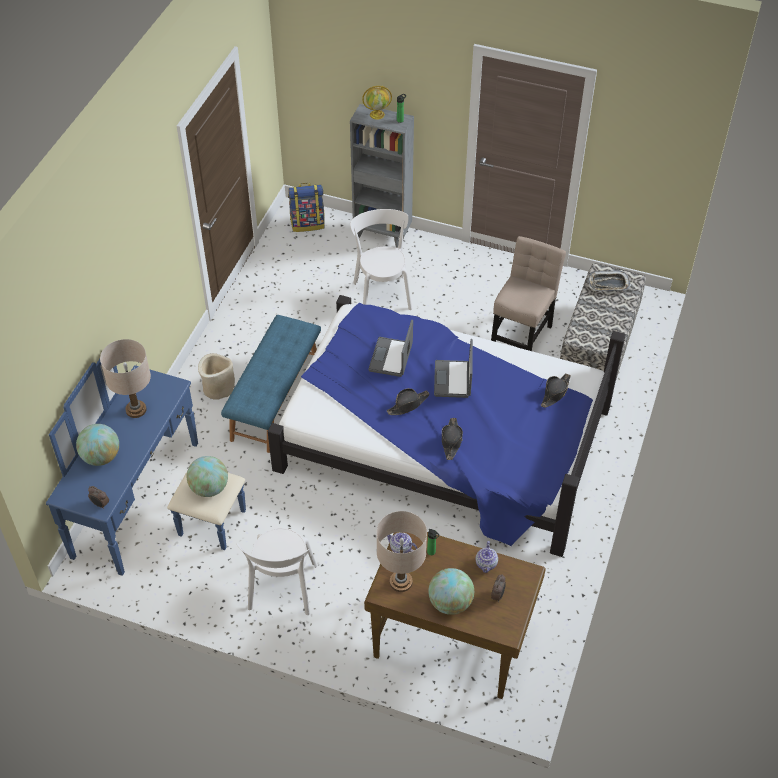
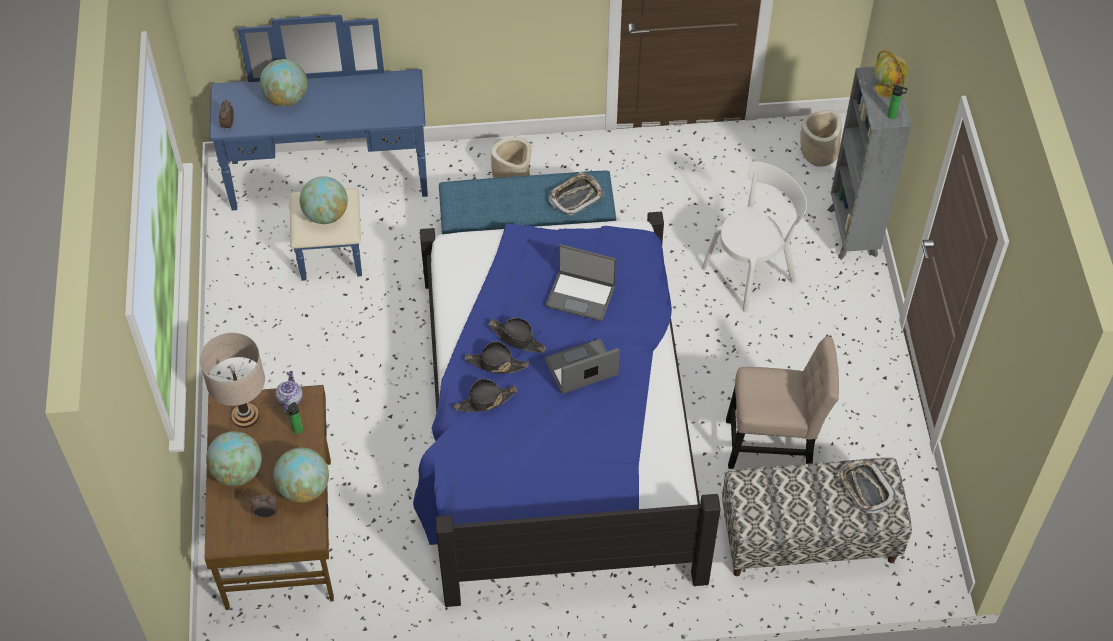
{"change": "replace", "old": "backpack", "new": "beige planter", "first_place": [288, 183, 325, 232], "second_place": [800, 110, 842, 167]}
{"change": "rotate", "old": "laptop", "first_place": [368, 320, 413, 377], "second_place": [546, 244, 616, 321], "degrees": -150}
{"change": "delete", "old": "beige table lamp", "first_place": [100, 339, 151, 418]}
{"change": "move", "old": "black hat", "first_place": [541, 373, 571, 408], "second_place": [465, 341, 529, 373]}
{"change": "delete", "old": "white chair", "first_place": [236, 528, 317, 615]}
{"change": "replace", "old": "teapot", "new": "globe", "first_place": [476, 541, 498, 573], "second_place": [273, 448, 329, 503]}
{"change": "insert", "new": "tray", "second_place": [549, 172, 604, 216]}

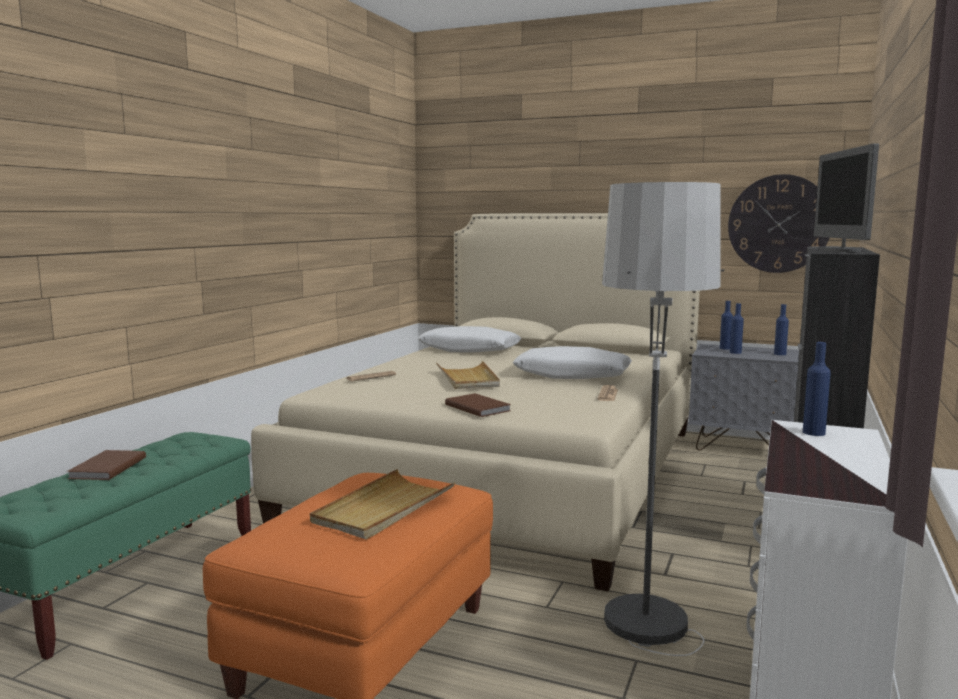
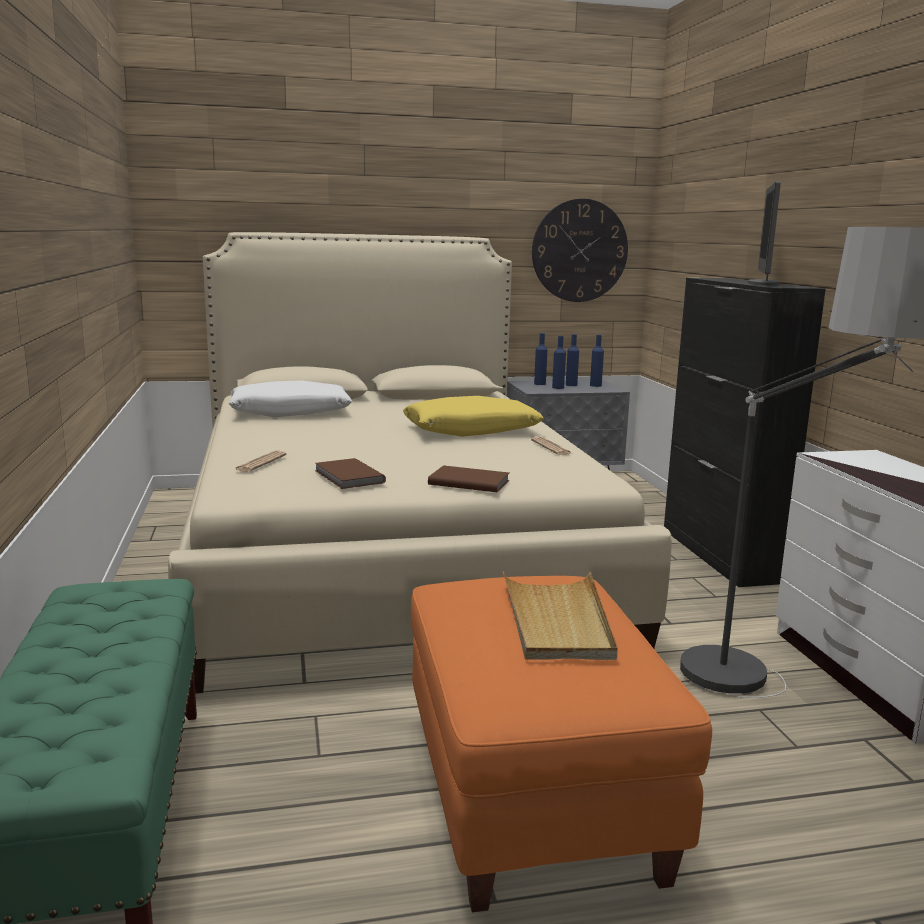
{"change": "rotate", "old": "monitor", "first_place": [814, 143, 879, 252], "second_place": [748, 181, 781, 285], "degrees": 45}
{"change": "move", "old": "blue bottle", "first_place": [803, 342, 831, 436], "second_place": [566, 334, 579, 386]}
{"change": "recolor", "old": "white pillow", "new": "yellow pillow", "first_place": [513, 346, 632, 379], "second_place": [403, 396, 544, 437]}
{"change": "delete", "old": "beige tray", "first_place": [436, 361, 500, 389]}
{"change": "move", "old": "brown book", "first_place": [67, 450, 146, 480], "second_place": [315, 458, 386, 489]}

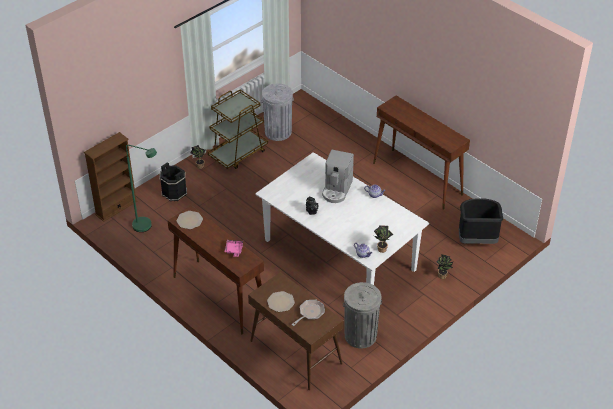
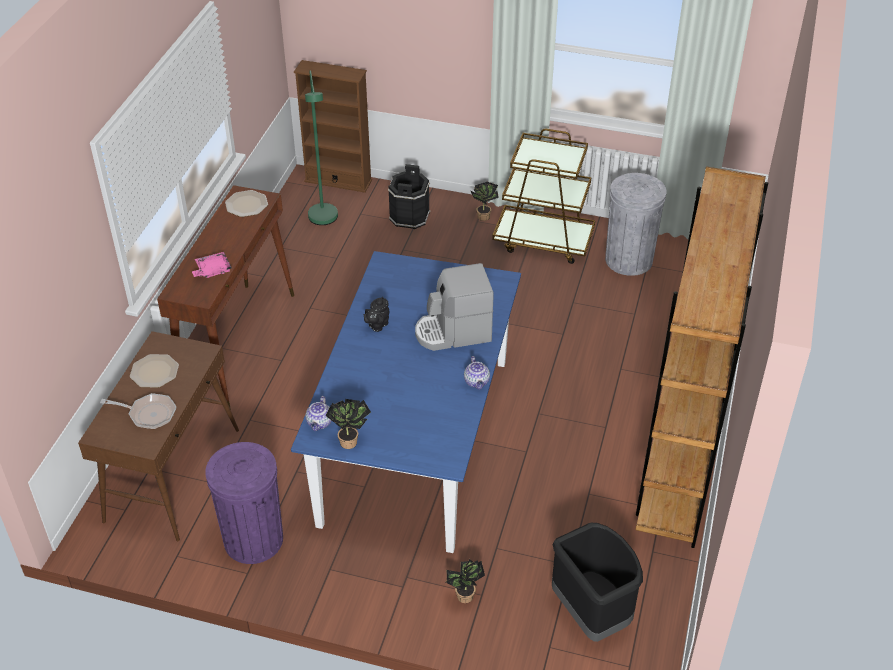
{"change": "replace", "old": "brown console table", "new": "brown bookcase", "first_place": [373, 96, 470, 210], "second_place": [635, 167, 768, 548]}
{"change": "recolor", "old": "white dining table", "new": "blue dining table", "first_place": [256, 152, 429, 285], "second_place": [291, 251, 521, 553]}
{"change": "recolor", "old": "grey trash can", "new": "purple trash can", "first_place": [343, 282, 382, 348], "second_place": [205, 442, 283, 564]}

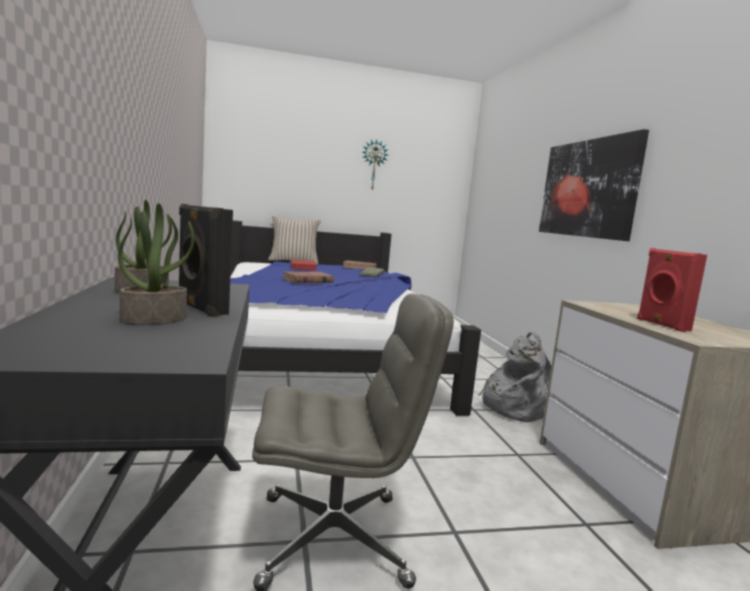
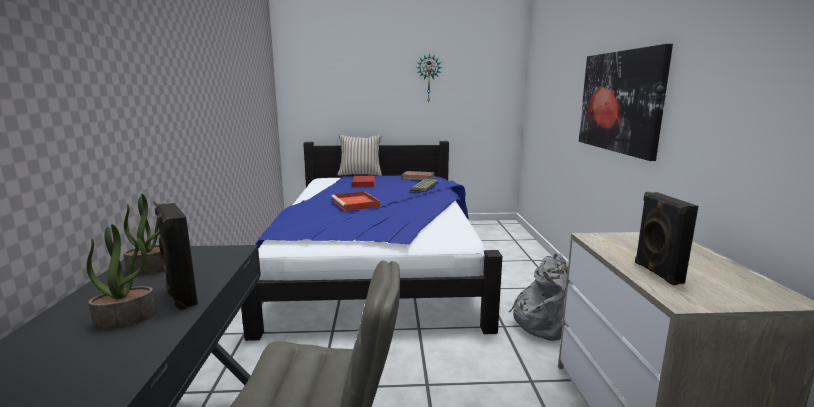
{"change": "recolor", "old": "red speaker", "new": "black speaker", "first_place": [637, 248, 707, 332], "second_place": [635, 192, 698, 285]}
{"change": "replace", "old": "brown book", "new": "red tray", "first_place": [282, 272, 334, 283], "second_place": [331, 191, 380, 211]}

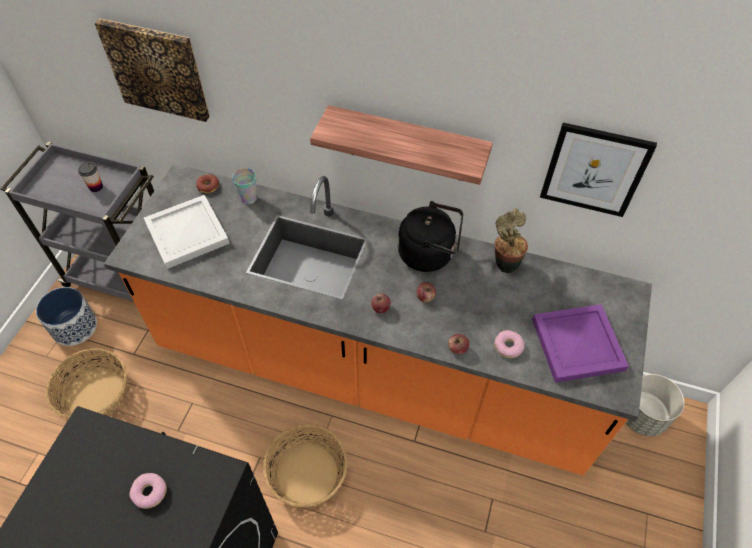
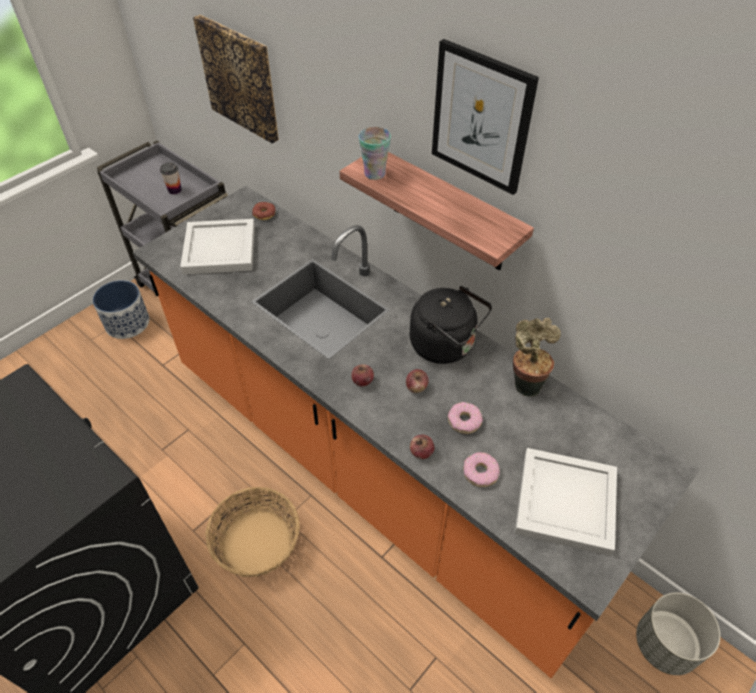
{"change": "move", "old": "picture", "first_place": [540, 123, 657, 217], "second_place": [432, 39, 539, 195]}
{"change": "move", "old": "cup", "first_place": [232, 168, 257, 204], "second_place": [359, 127, 391, 180]}
{"change": "recolor", "old": "purple tray", "new": "white tray", "first_place": [532, 304, 629, 383], "second_place": [514, 448, 617, 556]}
{"change": "delete", "old": "basket", "first_place": [46, 348, 128, 419]}
{"change": "move", "old": "donut", "first_place": [129, 473, 167, 509], "second_place": [448, 402, 483, 434]}

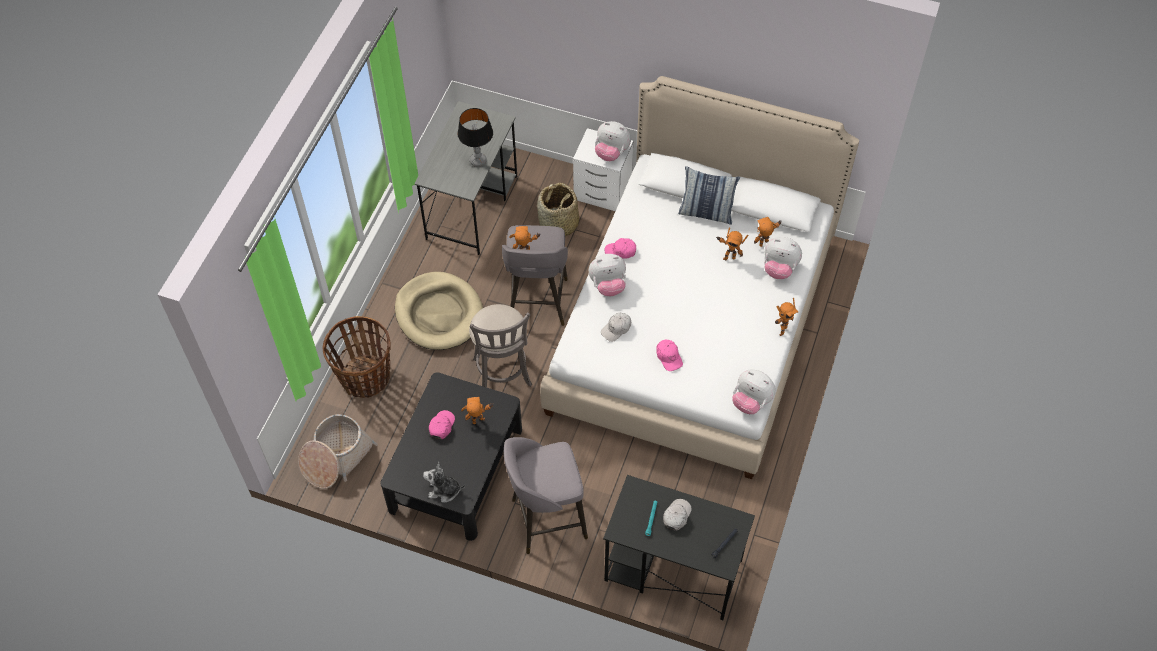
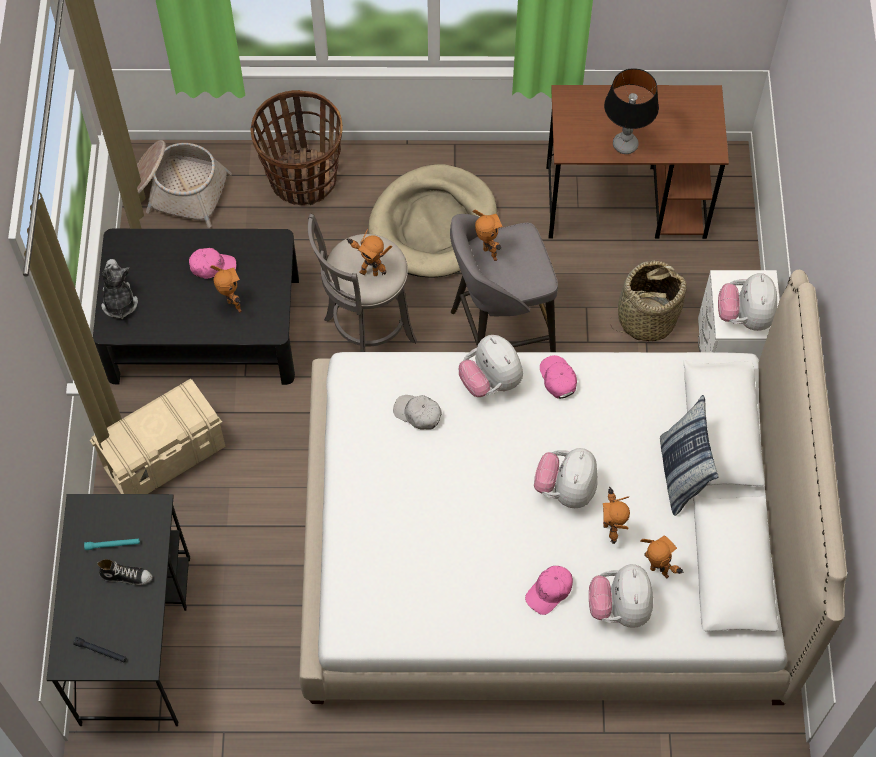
{"change": "recolor", "old": "grey desk", "new": "brown desk", "first_place": [414, 101, 517, 255], "second_place": [546, 85, 729, 239]}
{"change": "move", "old": "toy robot", "first_place": [775, 298, 798, 336], "second_place": [346, 229, 392, 276]}
{"change": "move", "old": "pink cap", "first_place": [656, 340, 683, 371], "second_place": [525, 566, 573, 615]}
{"change": "move", "old": "plush toy", "first_place": [732, 370, 776, 414], "second_place": [534, 448, 598, 508]}
{"change": "replace", "old": "grey stool", "new": "beige storage box", "first_place": [504, 437, 588, 554], "second_place": [90, 379, 226, 494]}
{"change": "replace", "old": "white cap", "new": "shoe", "first_place": [663, 499, 691, 531], "second_place": [97, 559, 153, 585]}

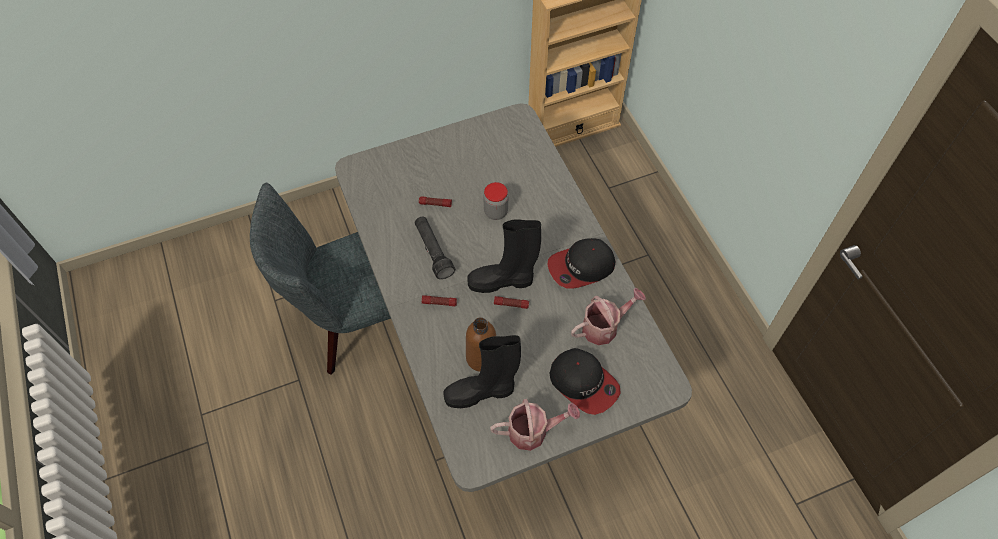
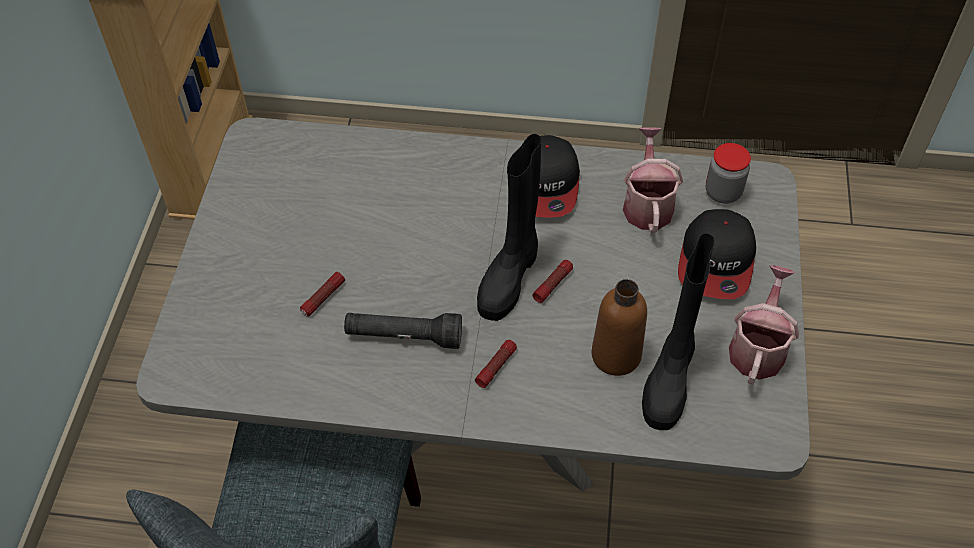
{"change": "move", "old": "jar", "first_place": [483, 182, 508, 220], "second_place": [706, 143, 751, 204]}
{"change": "rotate", "old": "cap", "first_place": [549, 348, 621, 415], "second_place": [678, 209, 756, 299], "degrees": 120}

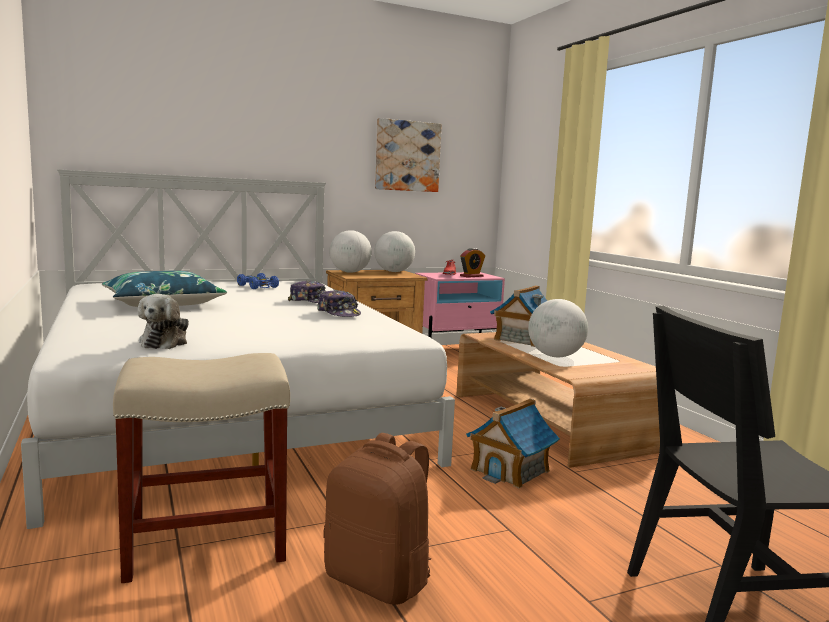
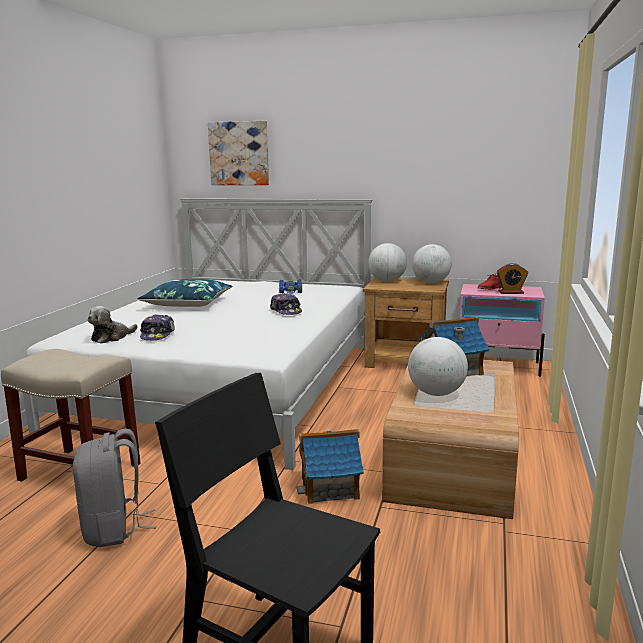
{"change": "move", "old": "picture", "first_place": [375, 118, 442, 192], "second_place": [208, 121, 269, 185]}
{"change": "move", "old": "cap", "first_place": [317, 290, 361, 317], "second_place": [140, 315, 175, 341]}
{"change": "recolor", "old": "brown backpack", "new": "grey backpack", "first_place": [323, 433, 431, 605], "second_place": [73, 429, 156, 547]}

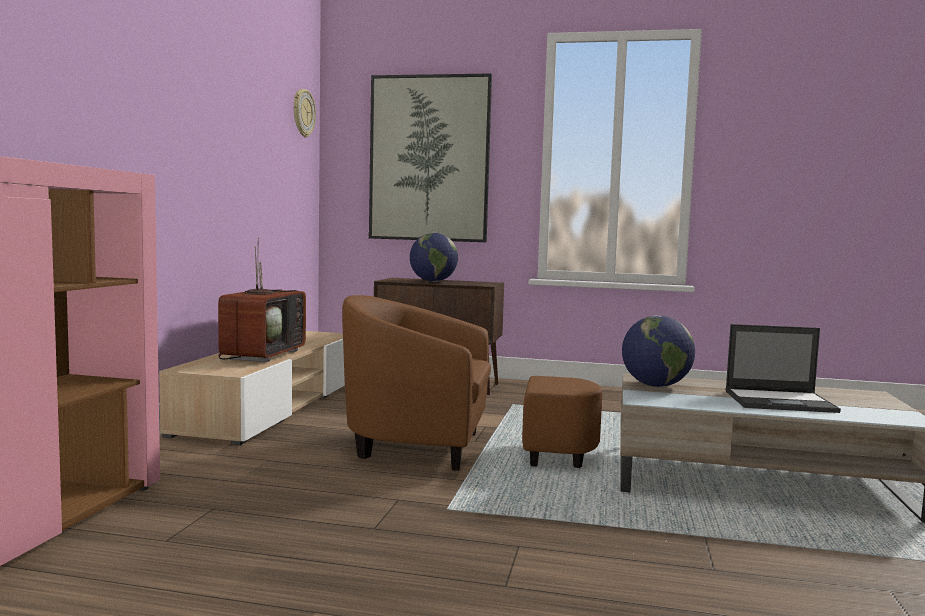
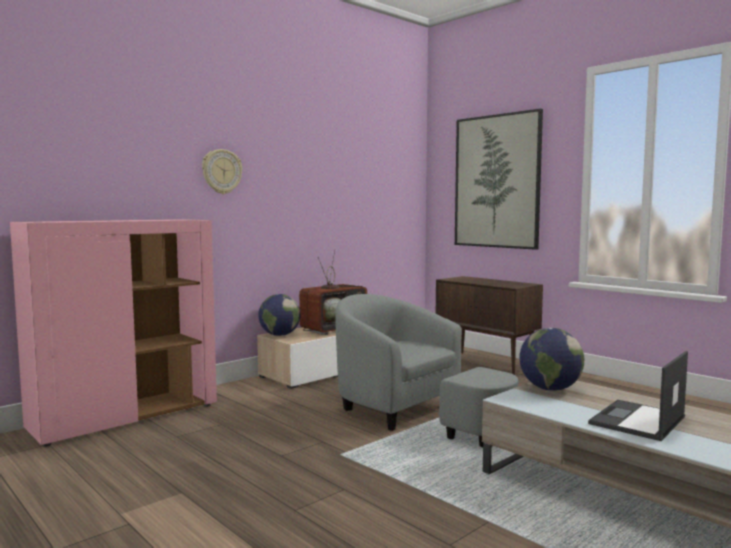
{"change": "move", "old": "wall clock", "first_place": [294, 89, 316, 137], "second_place": [202, 149, 242, 194]}
{"change": "move", "old": "globe", "first_place": [410, 233, 458, 282], "second_place": [258, 294, 301, 336]}
{"change": "recolor", "old": "brown armchair", "new": "grey armchair", "first_place": [342, 295, 602, 471], "second_place": [335, 294, 519, 447]}
{"change": "rotate", "old": "laptop", "first_place": [725, 324, 841, 413], "second_place": [588, 351, 688, 441], "degrees": 90}

